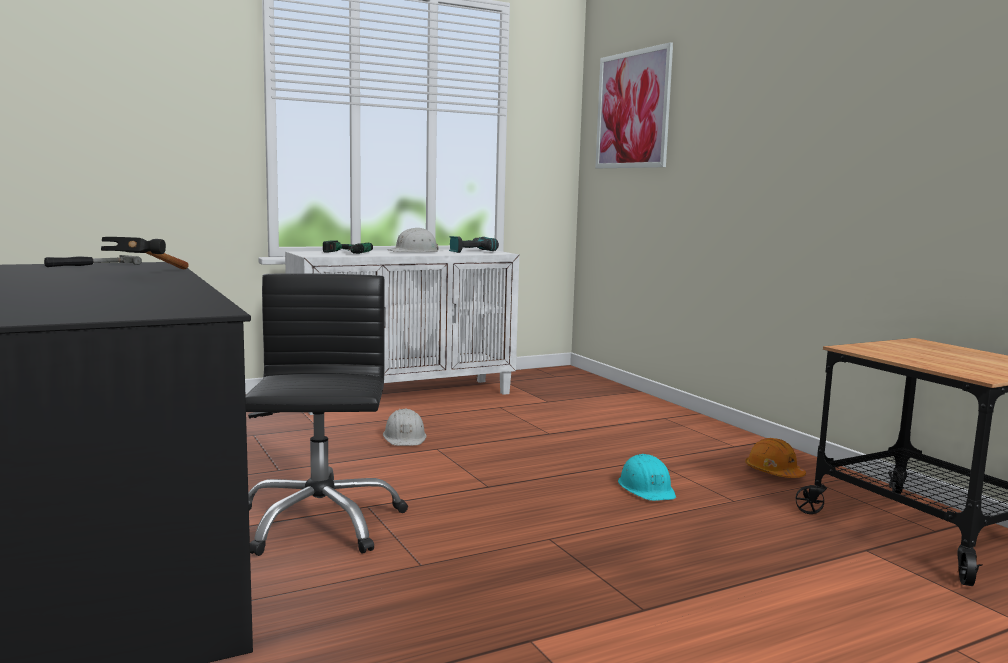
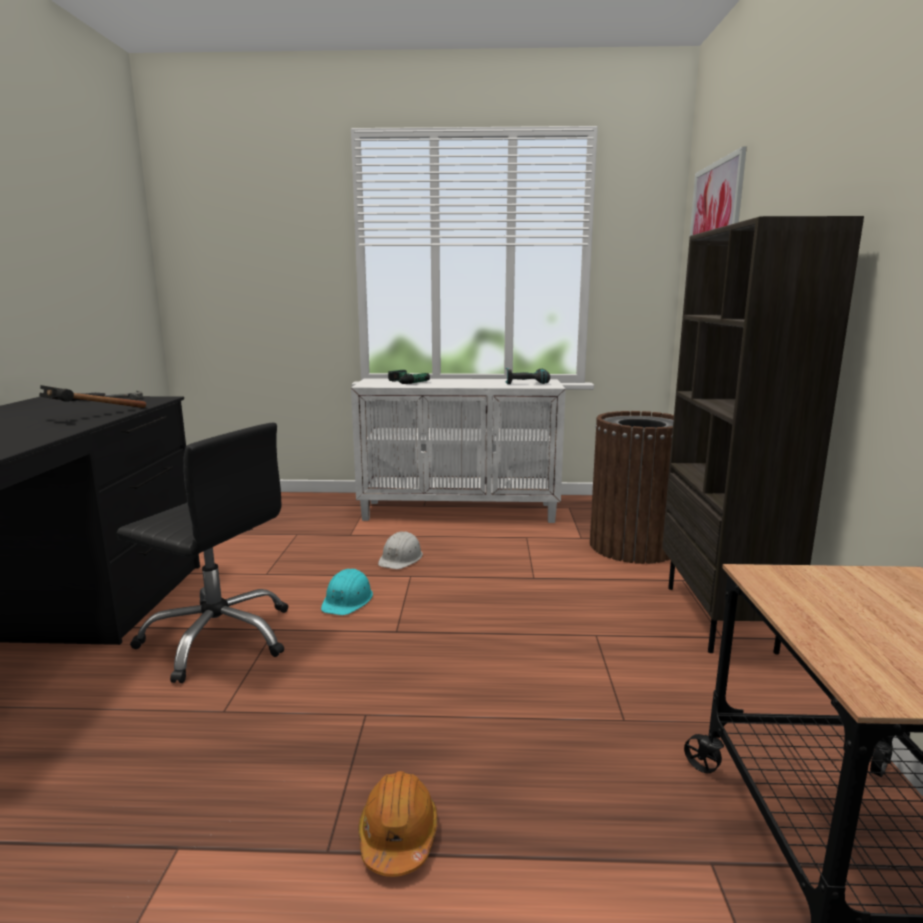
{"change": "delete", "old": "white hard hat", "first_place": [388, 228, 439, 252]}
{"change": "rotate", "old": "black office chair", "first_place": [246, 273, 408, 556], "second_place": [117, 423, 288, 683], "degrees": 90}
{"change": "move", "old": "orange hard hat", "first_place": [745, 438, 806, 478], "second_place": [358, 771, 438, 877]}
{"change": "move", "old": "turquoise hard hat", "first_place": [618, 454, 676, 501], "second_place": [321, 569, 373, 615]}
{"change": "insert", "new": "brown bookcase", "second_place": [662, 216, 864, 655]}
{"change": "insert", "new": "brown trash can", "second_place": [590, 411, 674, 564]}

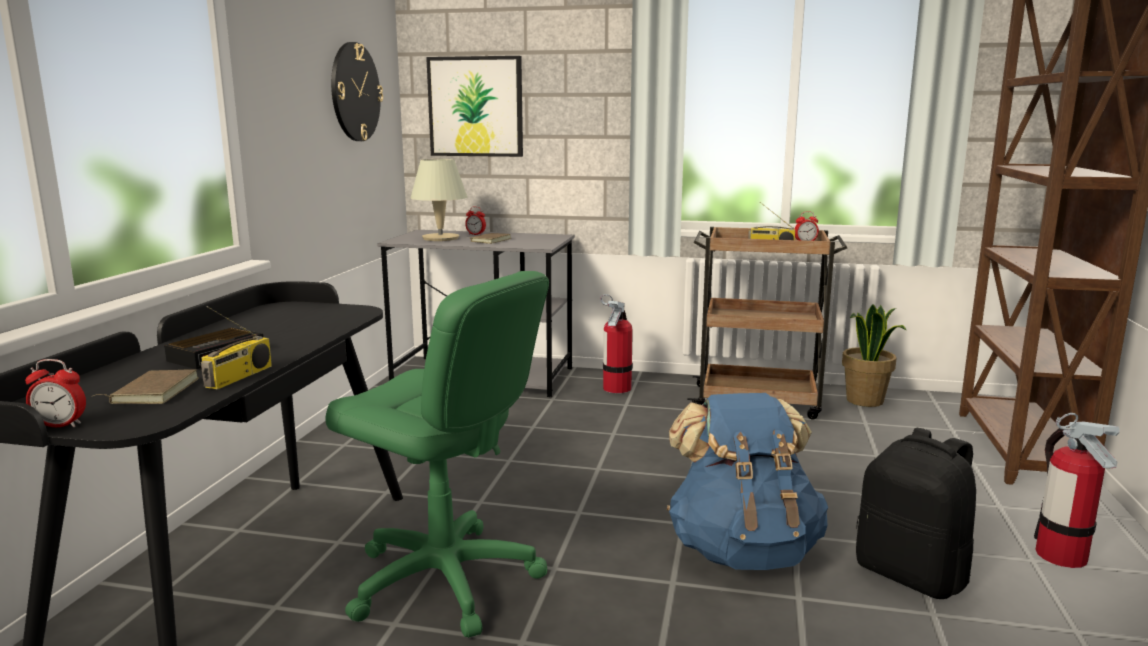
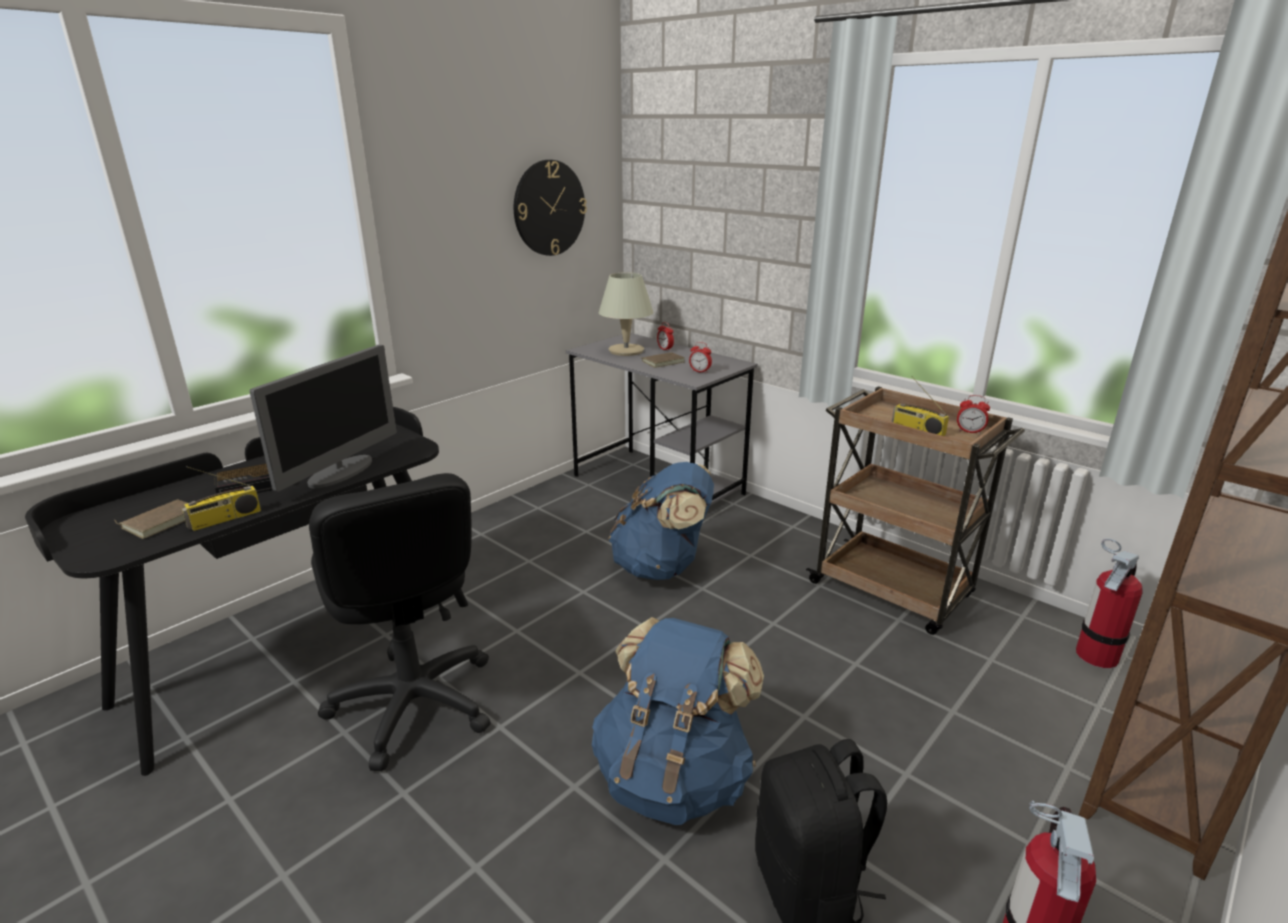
{"change": "delete", "old": "picture", "first_place": [426, 56, 523, 157]}
{"change": "recolor", "old": "green office chair", "new": "black office chair", "first_place": [325, 271, 549, 638], "second_place": [309, 473, 491, 771]}
{"change": "move", "old": "fire extinguisher", "first_place": [600, 294, 633, 393], "second_place": [1076, 539, 1143, 668]}
{"change": "delete", "old": "potted plant", "first_place": [842, 304, 906, 407]}
{"change": "move", "old": "alarm clock", "first_place": [25, 359, 86, 427], "second_place": [689, 342, 712, 373]}
{"change": "insert", "new": "monitor", "second_place": [249, 345, 397, 492]}
{"change": "insert", "new": "blue backpack", "second_place": [609, 462, 714, 580]}

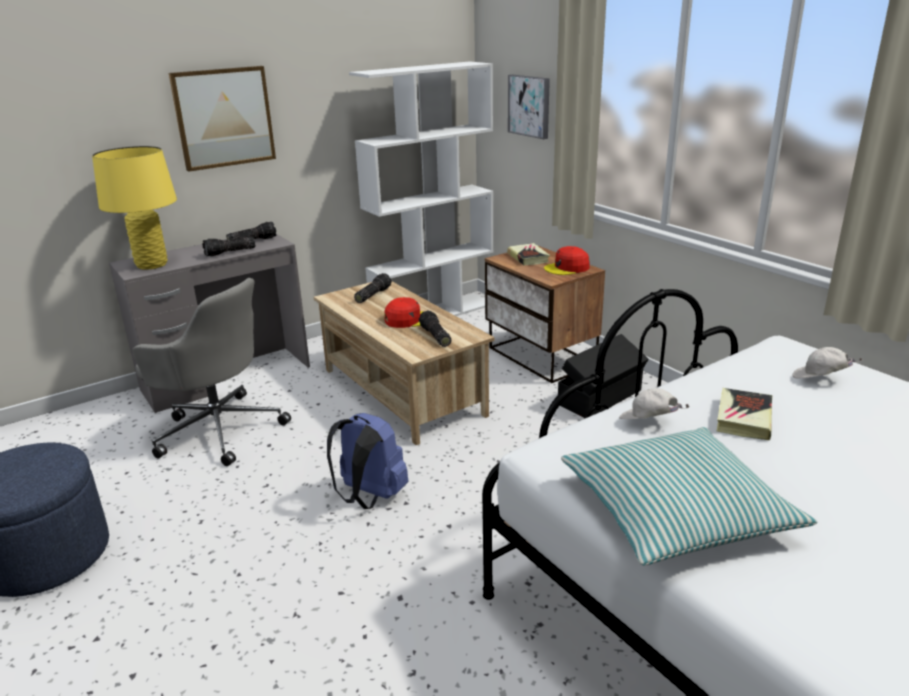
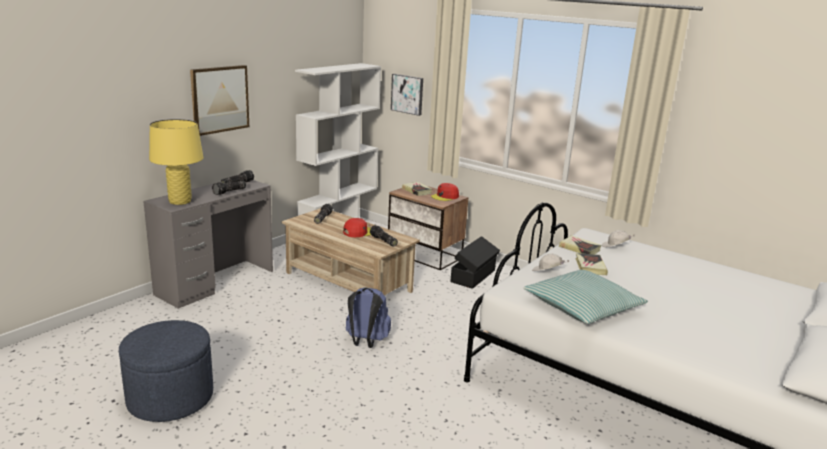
{"change": "delete", "old": "grey office chair", "first_place": [132, 278, 291, 466]}
{"change": "insert", "new": "book", "second_place": [559, 235, 601, 254]}

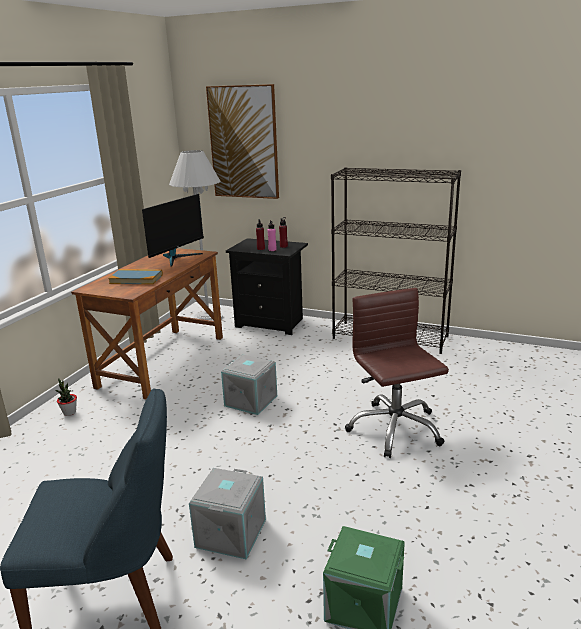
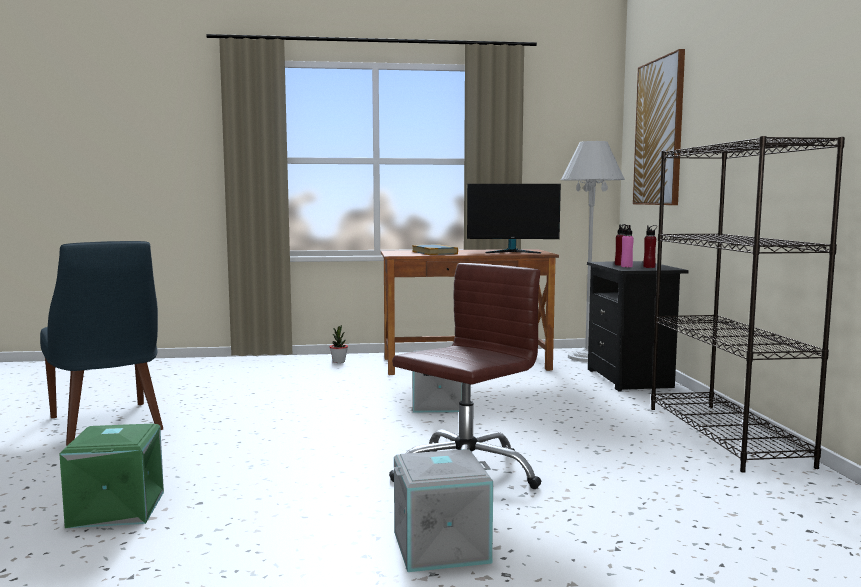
{"change": "move", "old": "grey storage box", "first_place": [189, 468, 266, 559], "second_place": [394, 449, 493, 572]}

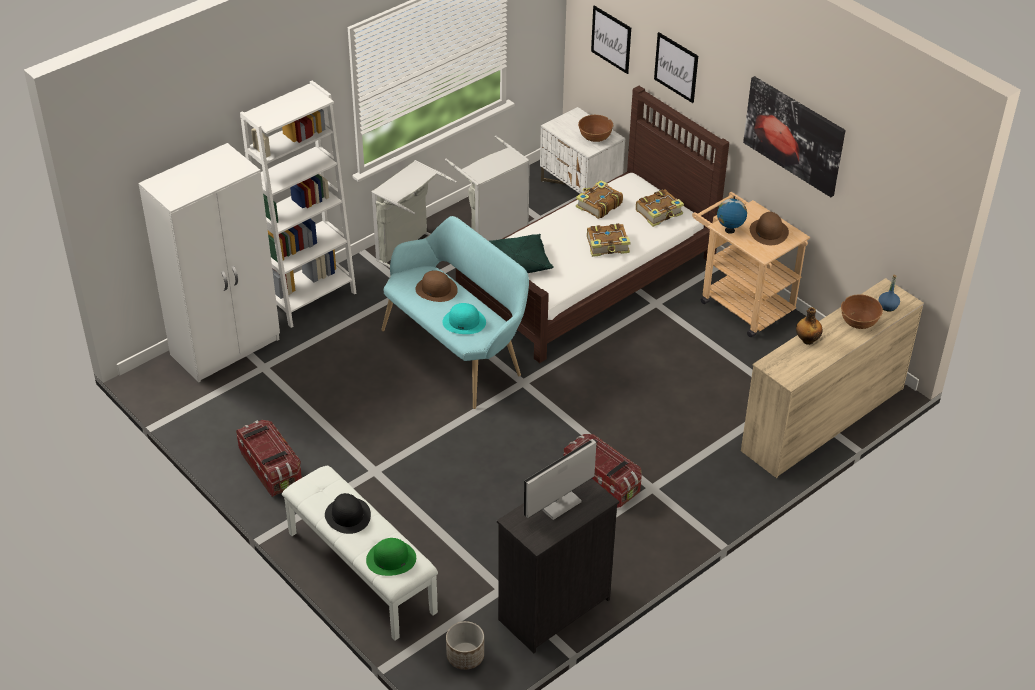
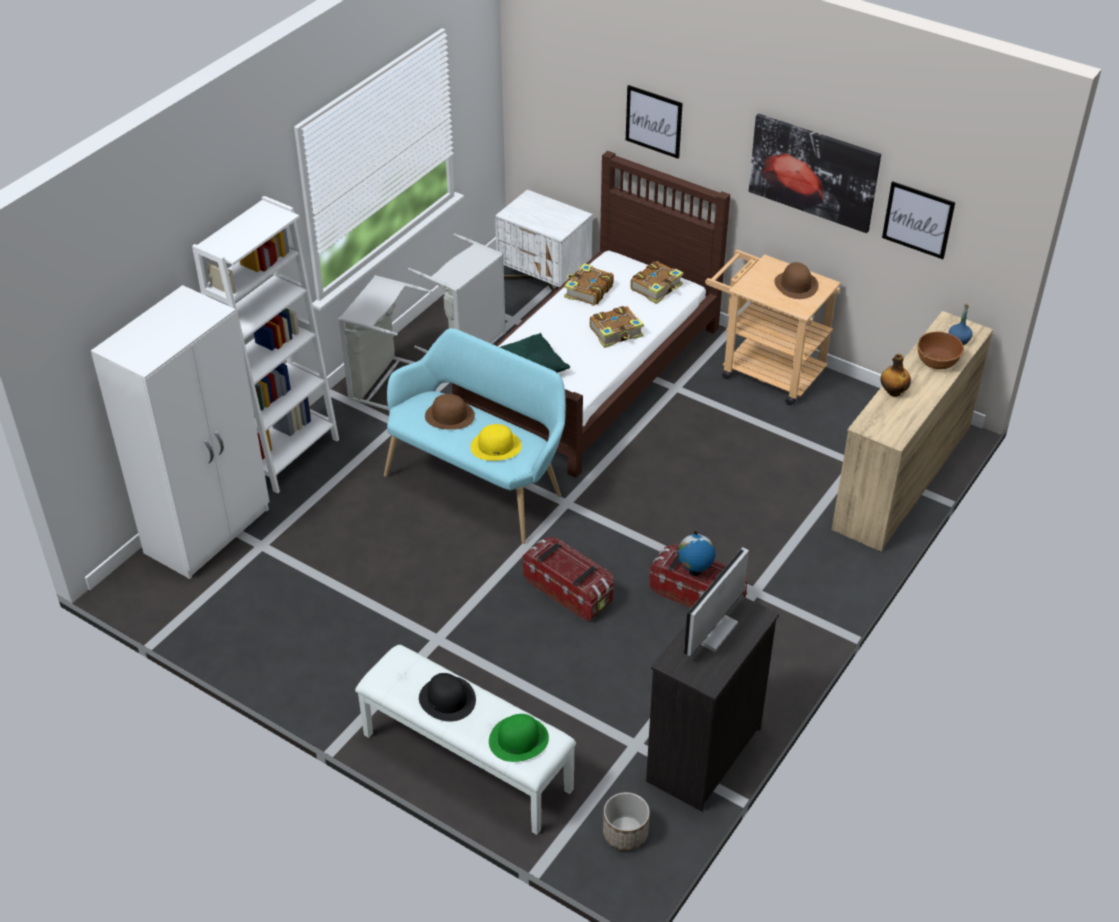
{"change": "move", "old": "picture", "first_place": [591, 5, 631, 74], "second_place": [882, 181, 955, 259]}
{"change": "delete", "old": "brown bowl", "first_place": [578, 115, 613, 142]}
{"change": "move", "old": "globe", "first_place": [717, 196, 747, 234], "second_place": [678, 531, 716, 576]}
{"change": "recolor", "old": "turquoise hat", "new": "yellow hat", "first_place": [442, 303, 486, 334], "second_place": [471, 424, 522, 461]}
{"change": "move", "old": "storage box", "first_place": [236, 420, 302, 497], "second_place": [523, 537, 613, 621]}

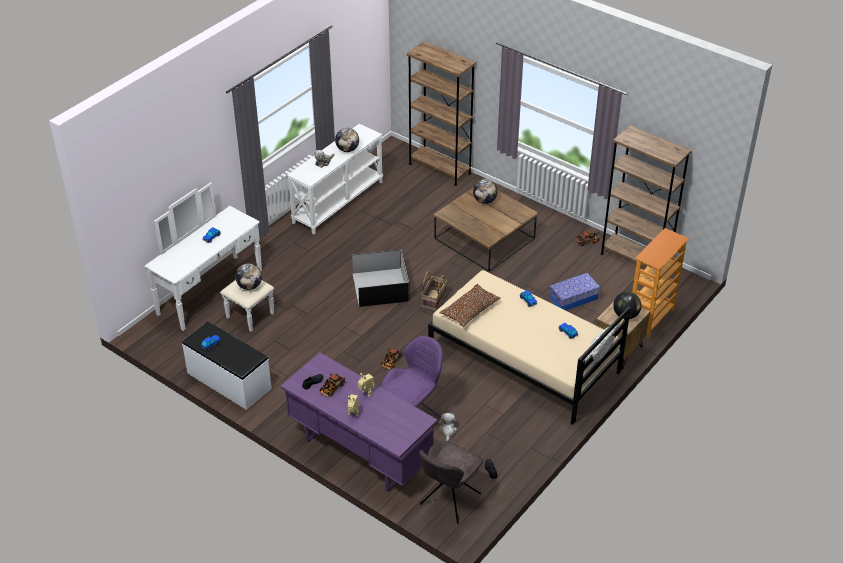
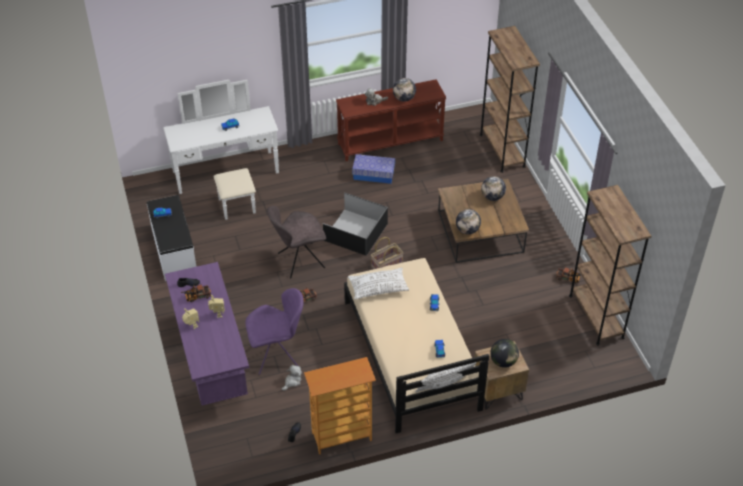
{"change": "recolor", "old": "white console table", "new": "brown console table", "first_place": [287, 124, 383, 234], "second_place": [336, 79, 446, 161]}
{"change": "move", "old": "bookcase", "first_place": [632, 228, 689, 338], "second_place": [304, 357, 376, 455]}
{"change": "move", "old": "globe", "first_place": [235, 263, 262, 290], "second_place": [456, 209, 481, 234]}
{"change": "move", "old": "storage box", "first_place": [549, 273, 600, 310], "second_place": [352, 154, 395, 184]}
{"change": "recolor", "old": "brown pillow", "new": "white pillow", "first_place": [440, 284, 500, 327], "second_place": [348, 268, 409, 299]}
{"change": "move", "old": "grey chair", "first_place": [419, 441, 483, 524], "second_place": [267, 206, 326, 278]}

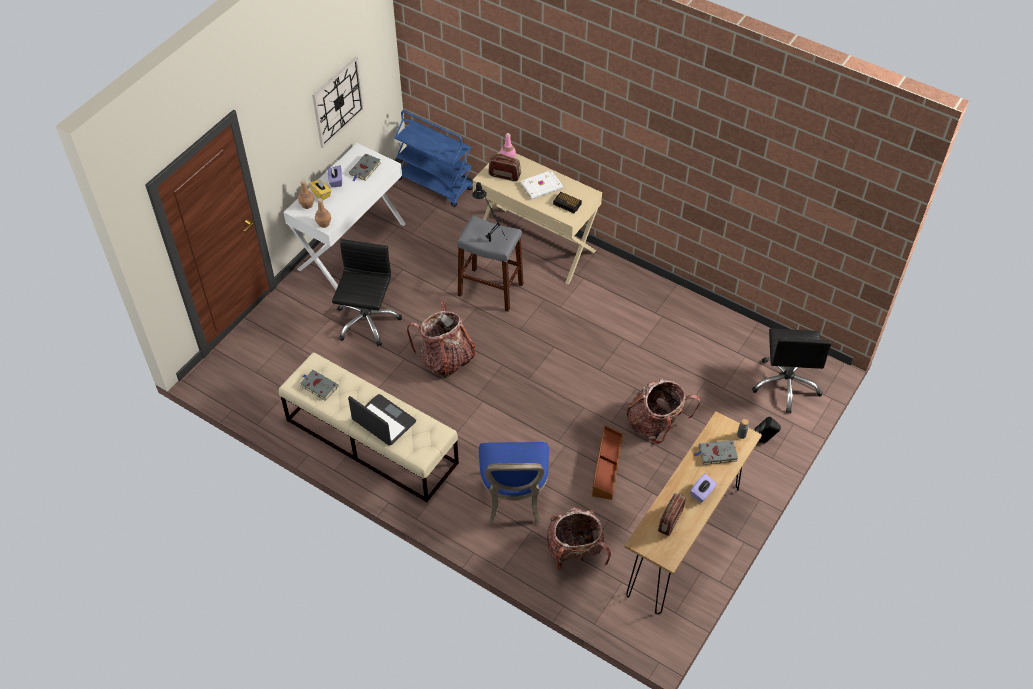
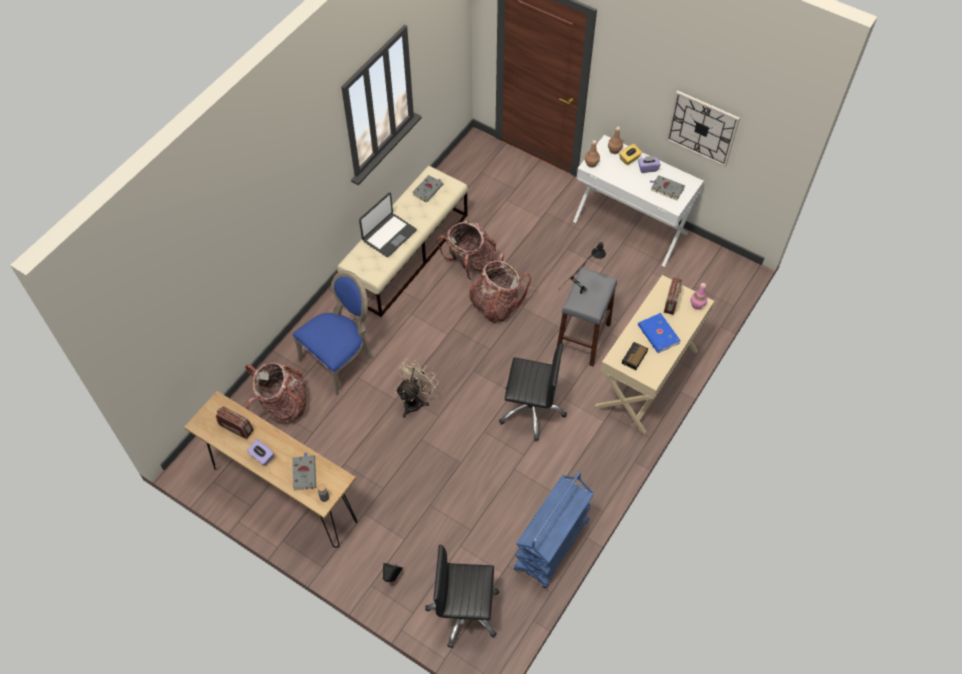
{"change": "move", "old": "blue cart", "first_place": [394, 110, 473, 207], "second_place": [514, 472, 594, 589]}
{"change": "recolor", "old": "white book", "new": "blue book", "first_place": [520, 170, 563, 200], "second_place": [638, 313, 681, 353]}
{"change": "move", "old": "black office chair", "first_place": [332, 239, 402, 346], "second_place": [499, 343, 567, 441]}
{"change": "move", "old": "backpack", "first_place": [627, 379, 700, 444], "second_place": [437, 220, 496, 280]}
{"change": "delete", "old": "brown storage box", "first_place": [592, 425, 623, 500]}
{"change": "rotate", "old": "blue chair", "first_place": [479, 442, 549, 525], "second_place": [293, 270, 374, 396], "degrees": 135}
{"change": "insert", "new": "beige fan", "second_place": [395, 359, 439, 418]}

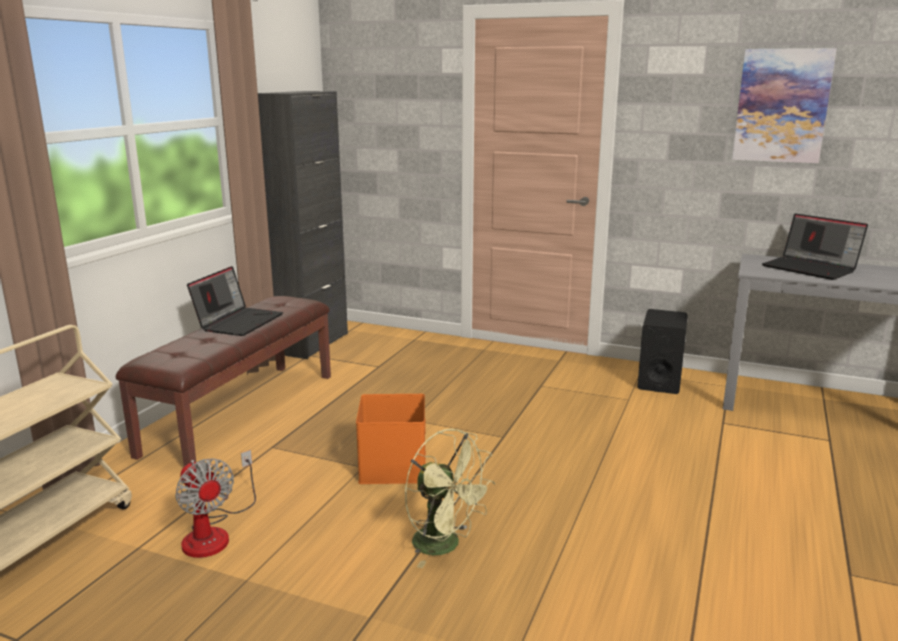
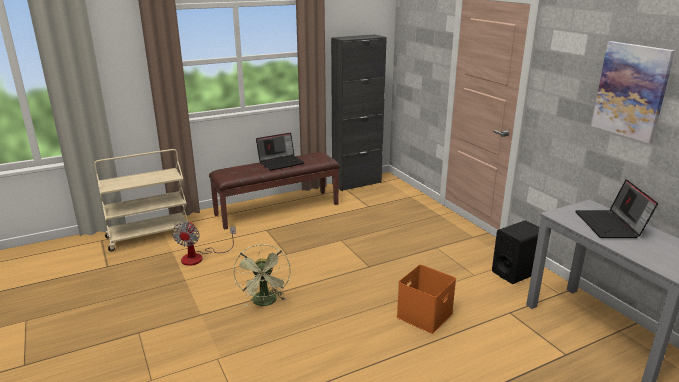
{"change": "move", "old": "orange storage box", "first_place": [356, 394, 426, 484], "second_place": [397, 264, 456, 334]}

